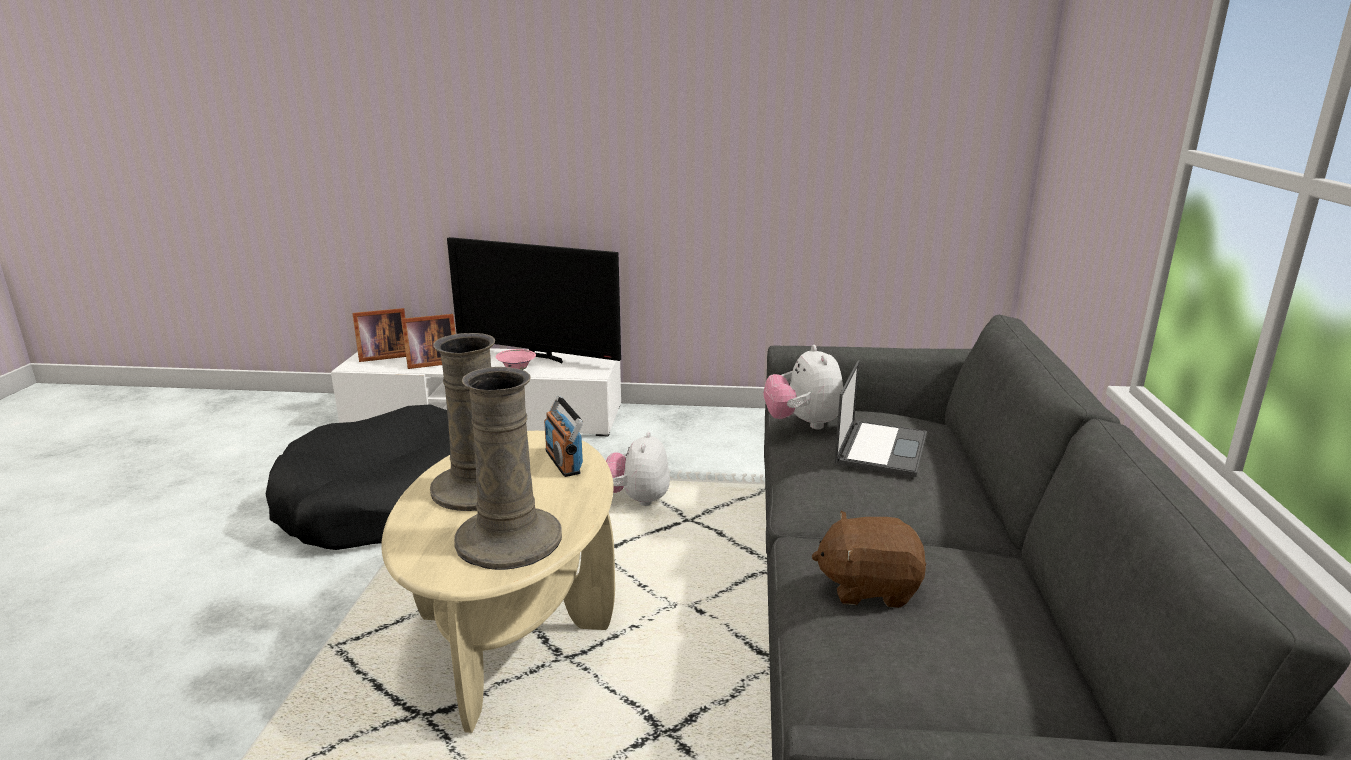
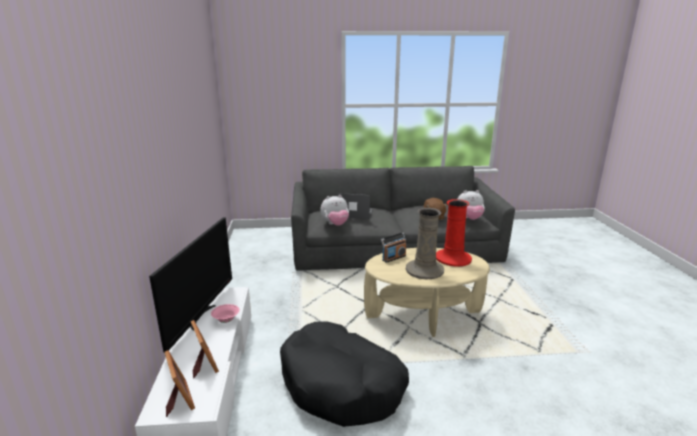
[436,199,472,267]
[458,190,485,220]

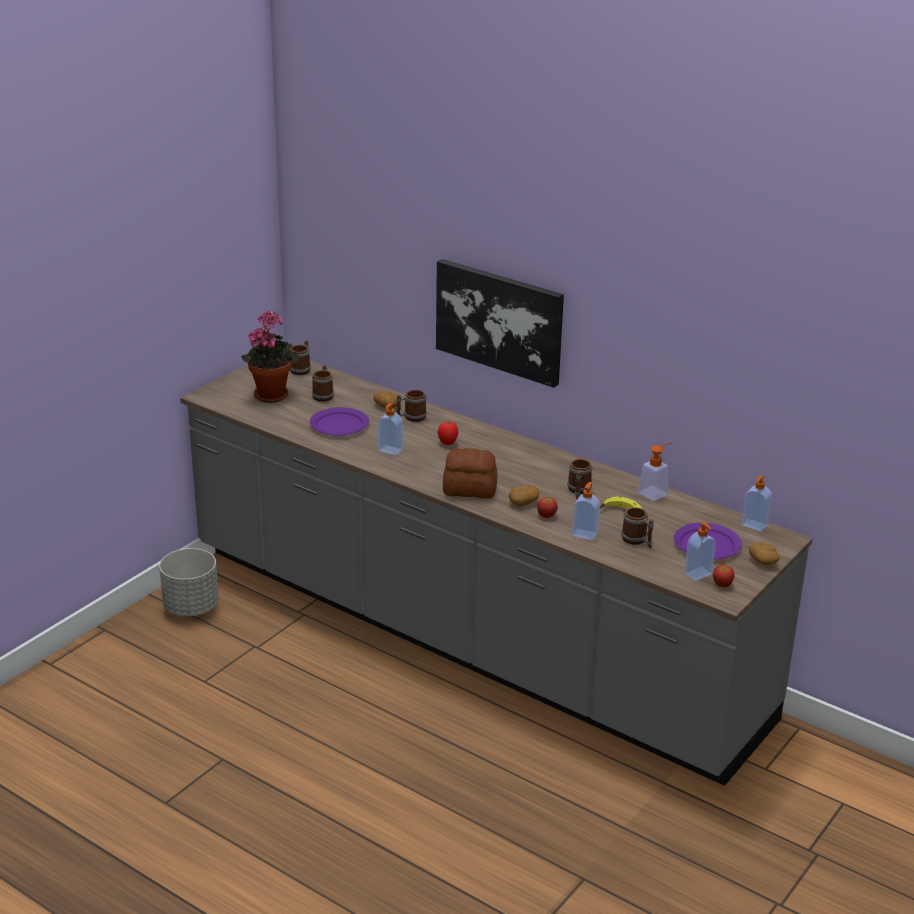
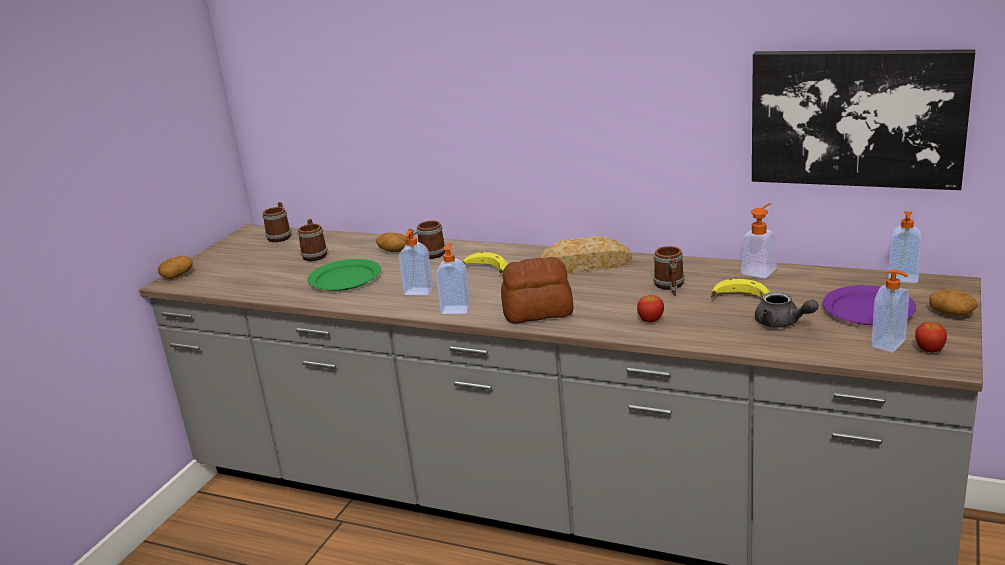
[752,49,975,190]
[241,310,299,403] (first image)
[308,259,381,291]
[463,252,509,273]
[436,244,470,314]
[158,256,193,279]
[755,292,819,328]
[159,548,219,616] (first image)
[539,236,632,274]

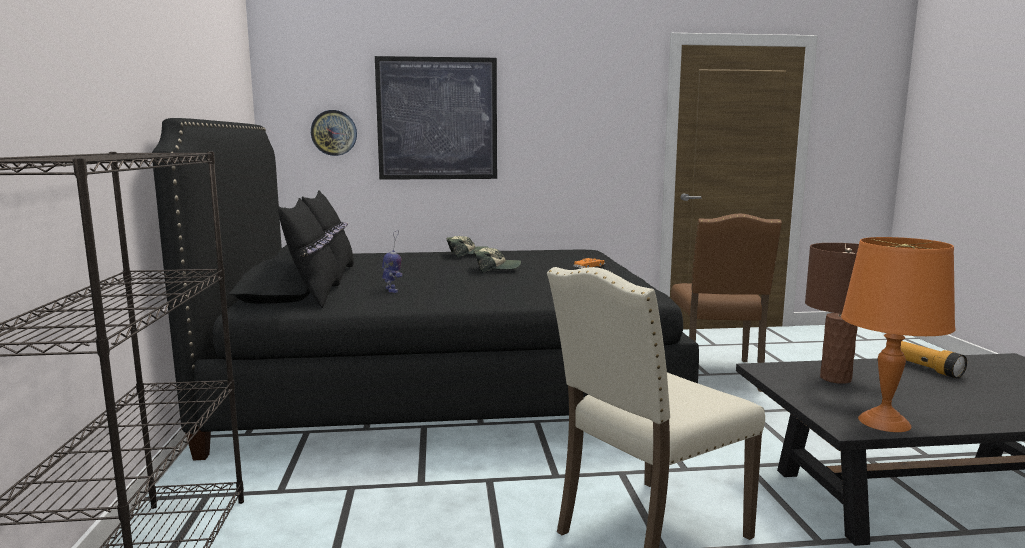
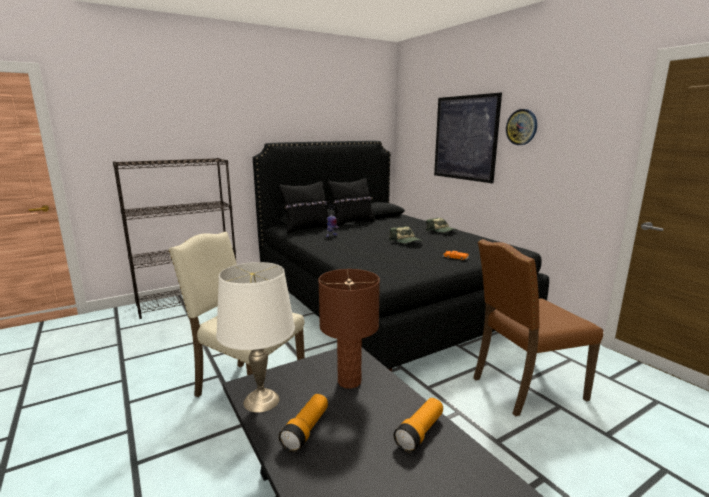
[506,109,537,145]
[216,262,295,413]
[279,394,328,452]

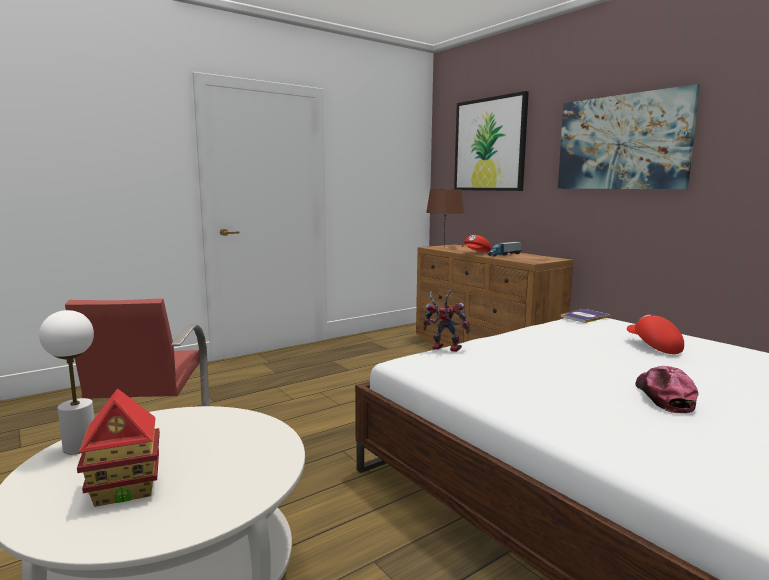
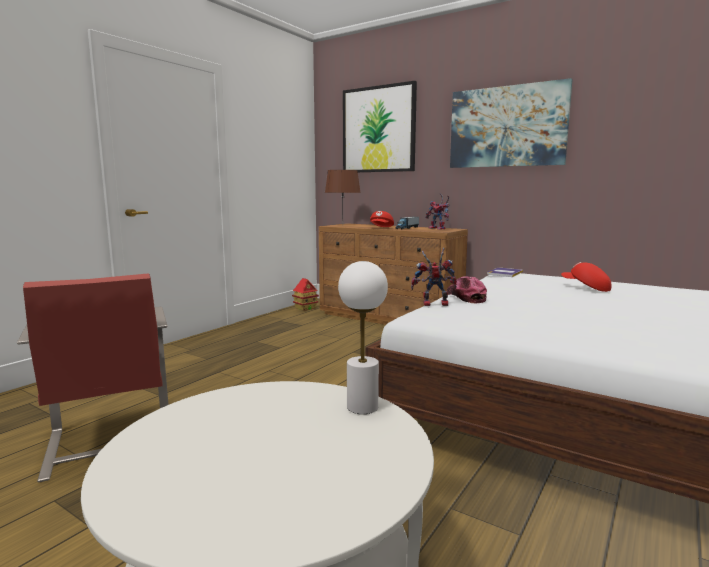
[338,261,388,414]
[447,276,487,303]
[292,278,319,311]
[426,193,450,230]

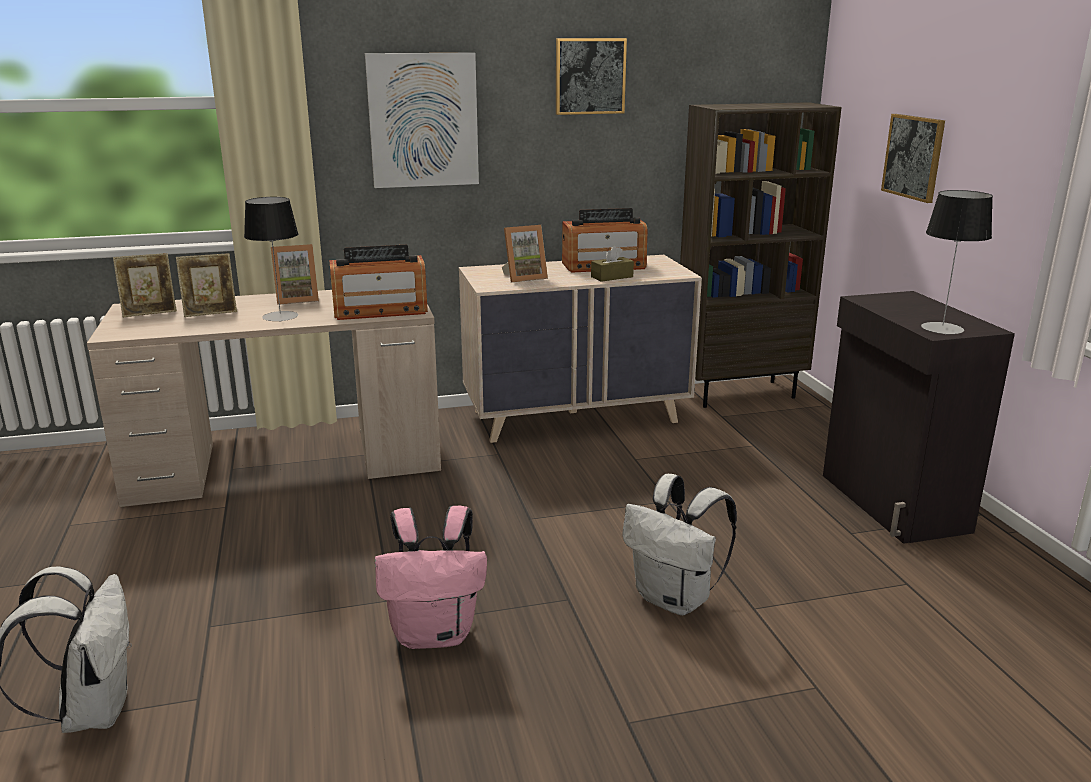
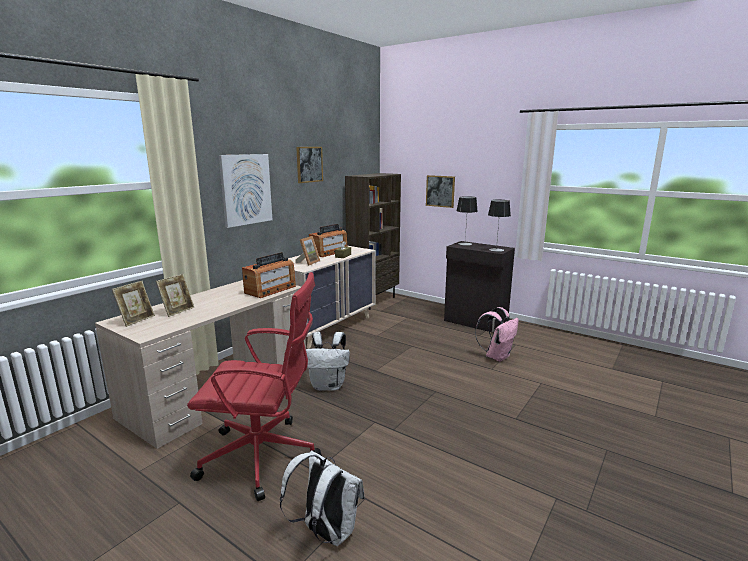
[457,196,478,245]
[271,244,319,305] (first image)
[306,332,350,391]
[475,307,519,362]
[187,272,322,501]

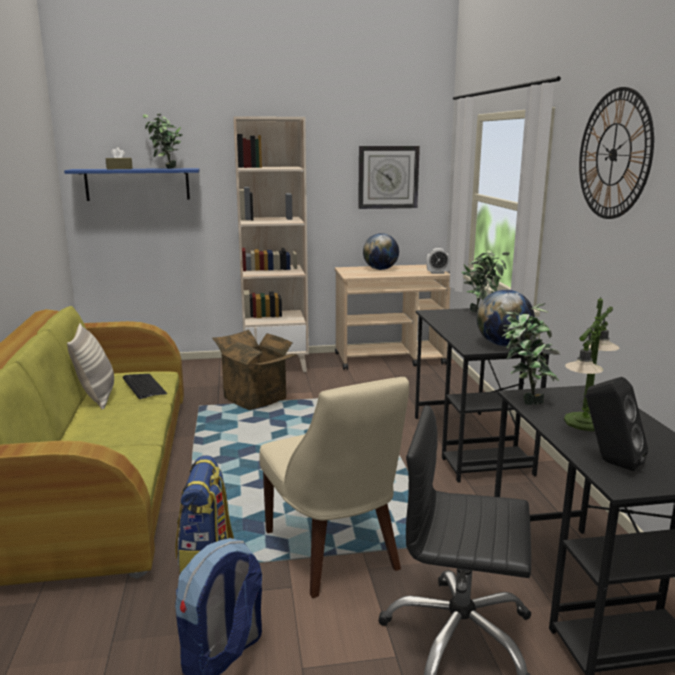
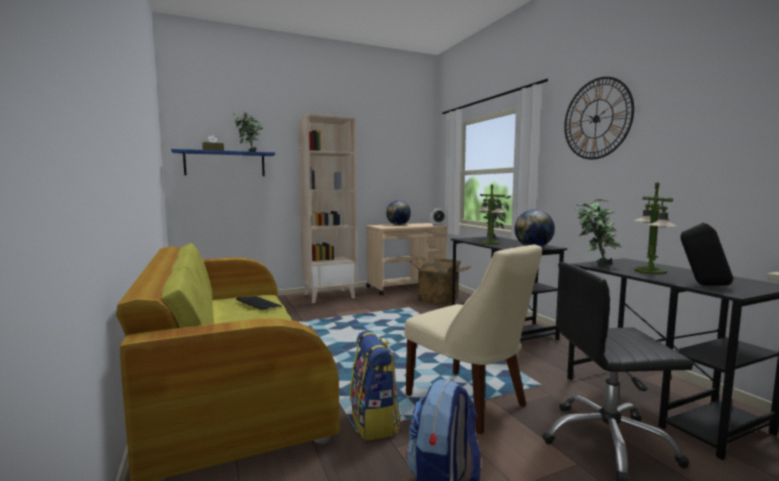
[358,146,420,209] (first image)
[67,324,114,409] (first image)
[409,257,471,305]
[478,185,506,245]

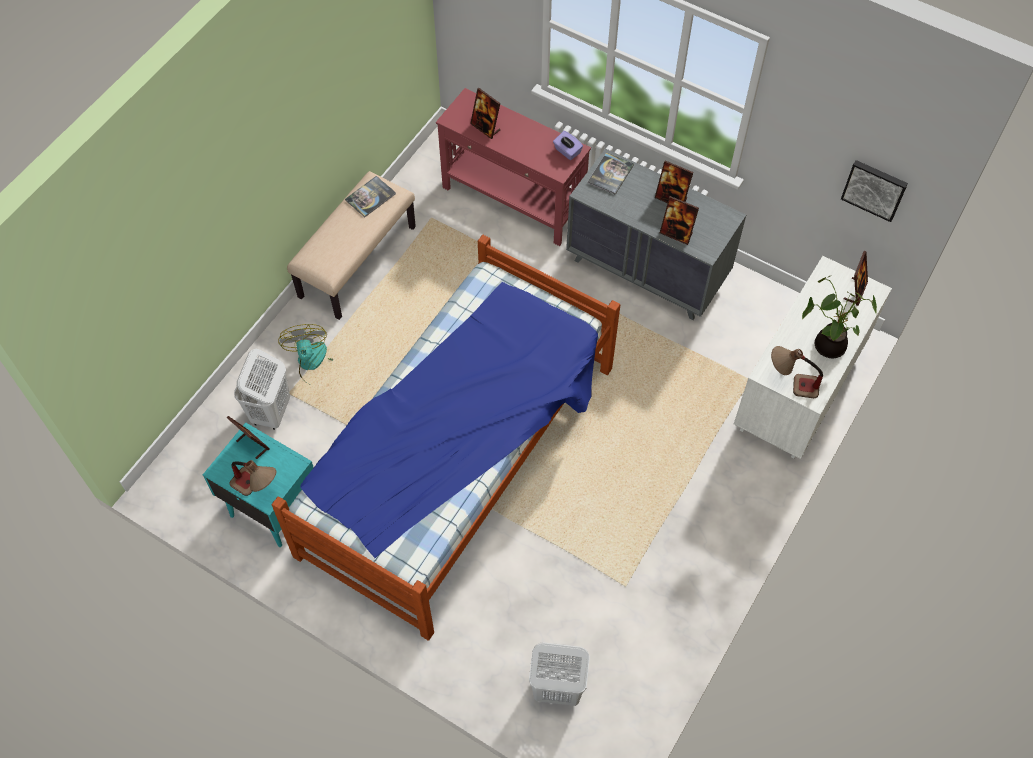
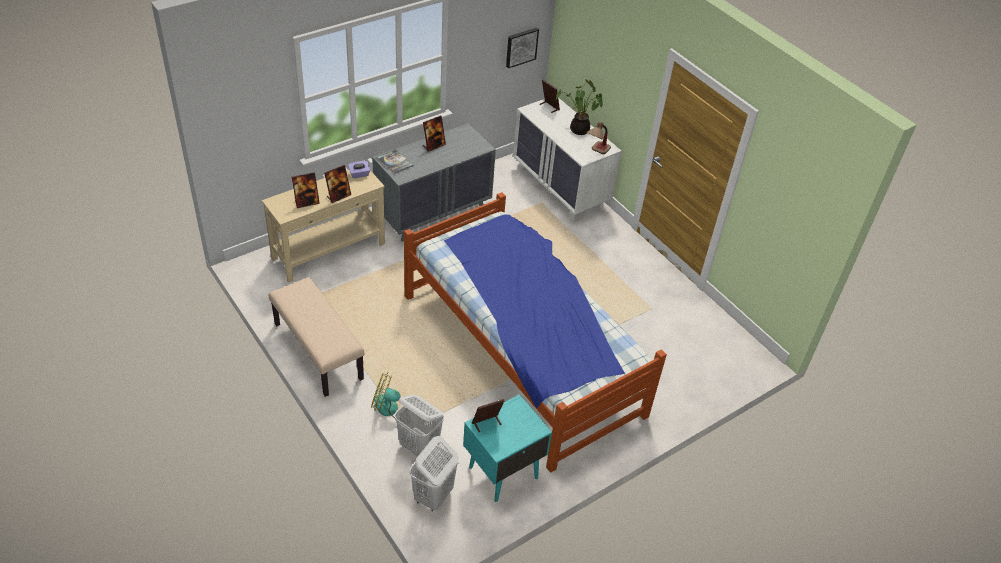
[262,170,385,283]
[345,176,396,217] (first image)
[324,165,351,203]
[230,460,276,496] (first image)
[410,436,459,512]

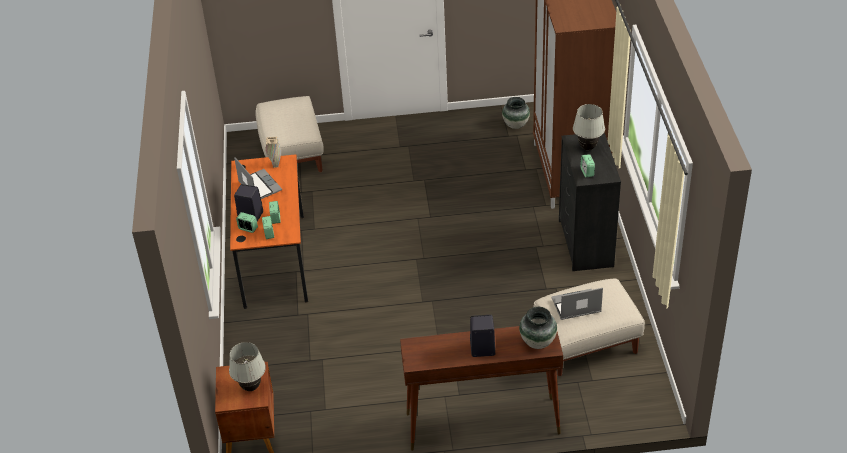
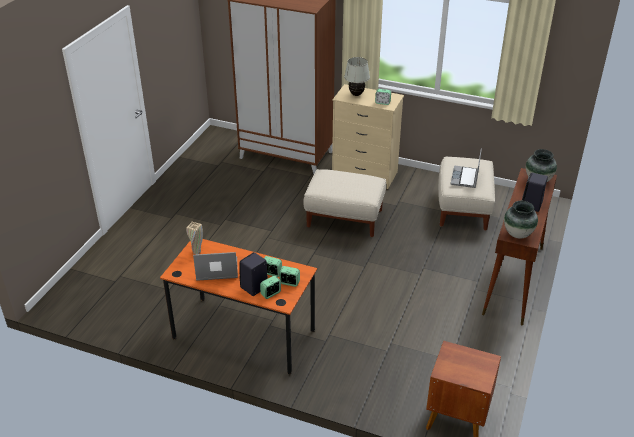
[303,169,386,237]
[504,201,538,239]
[332,84,404,189]
[229,342,266,391] (first image)

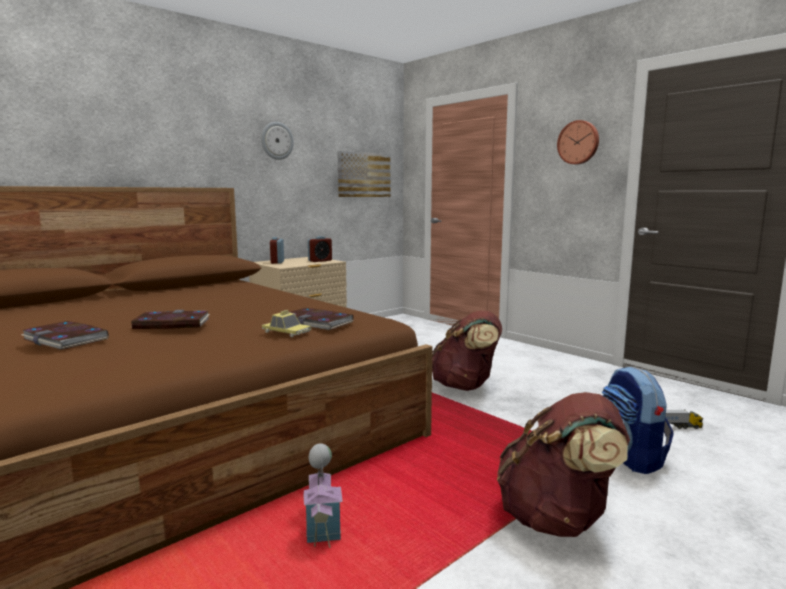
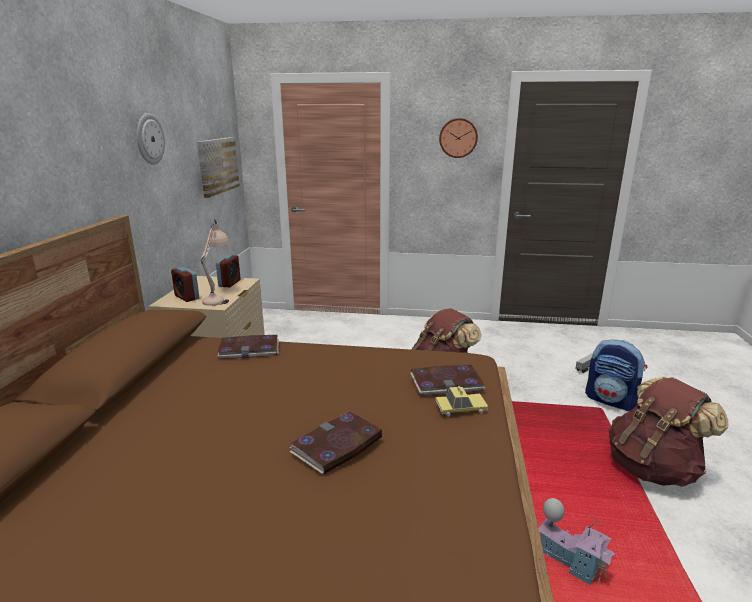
[217,335,279,359]
[201,219,230,306]

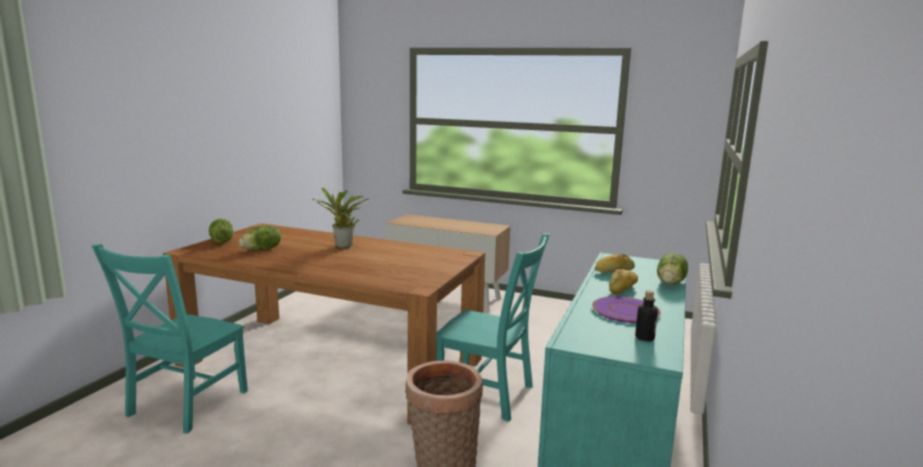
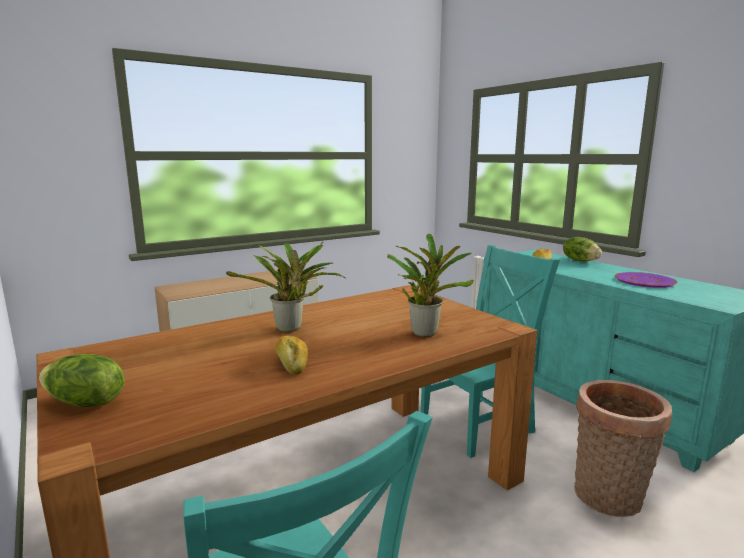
[239,226,281,250] (first image)
[275,336,308,375]
[635,291,658,341] (first image)
[387,234,474,337]

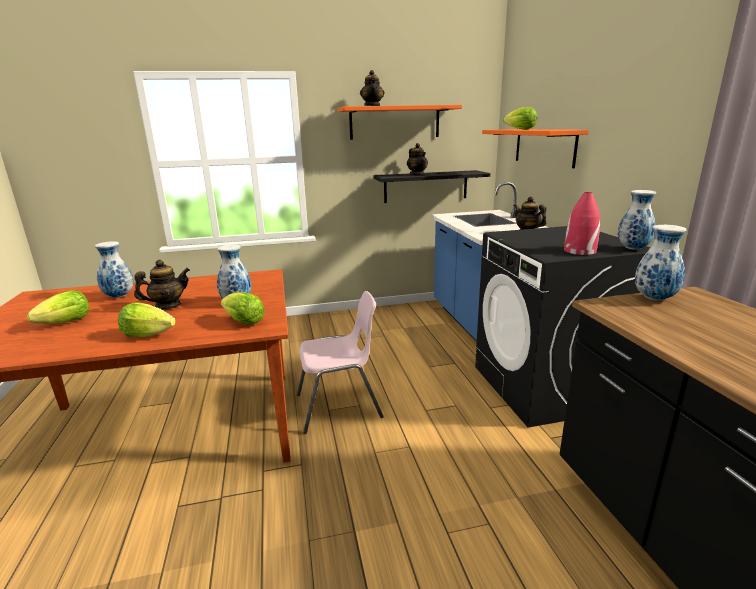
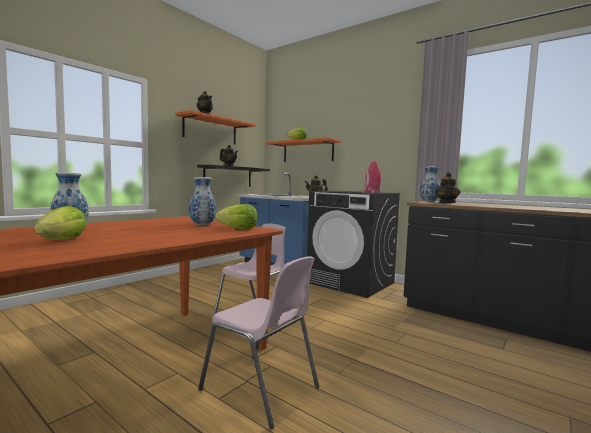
[618,190,656,250] (first image)
[435,172,460,203]
[118,302,176,337] (first image)
[198,256,319,429]

